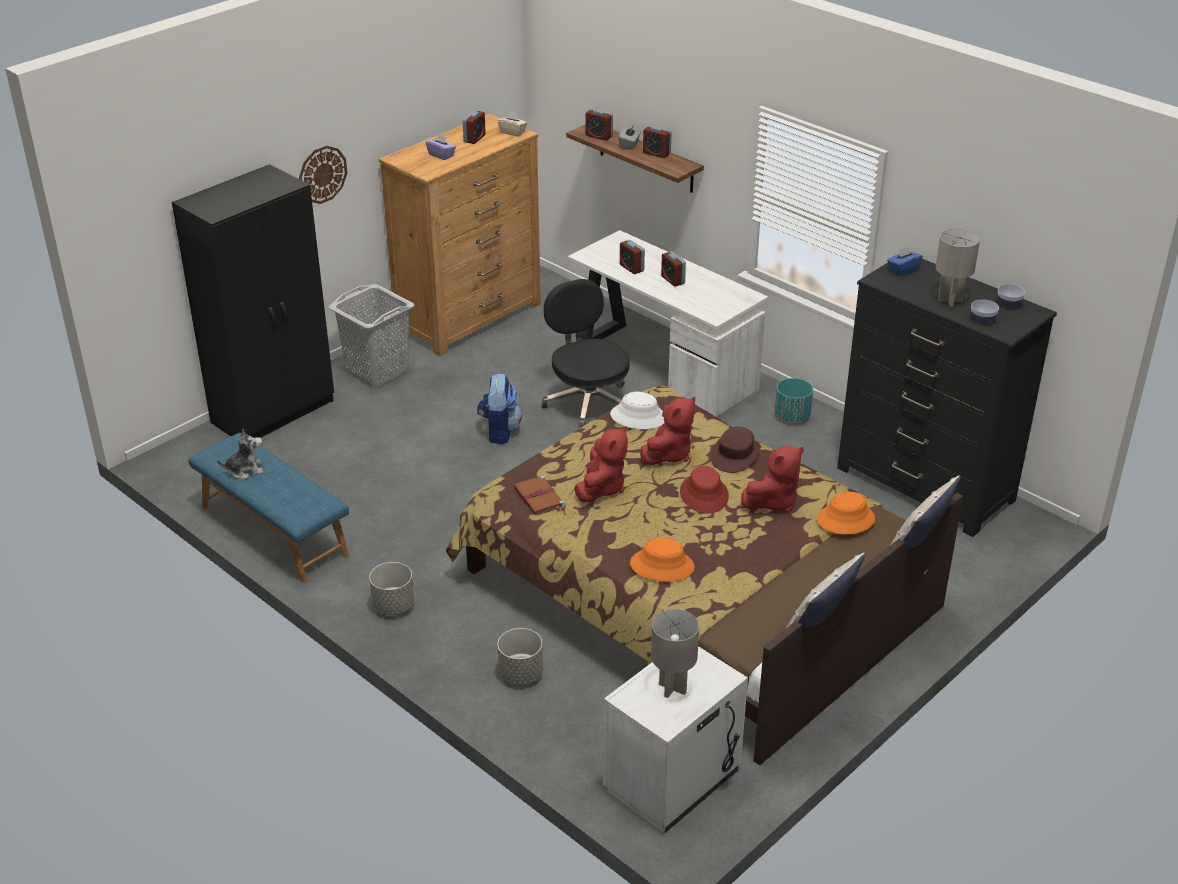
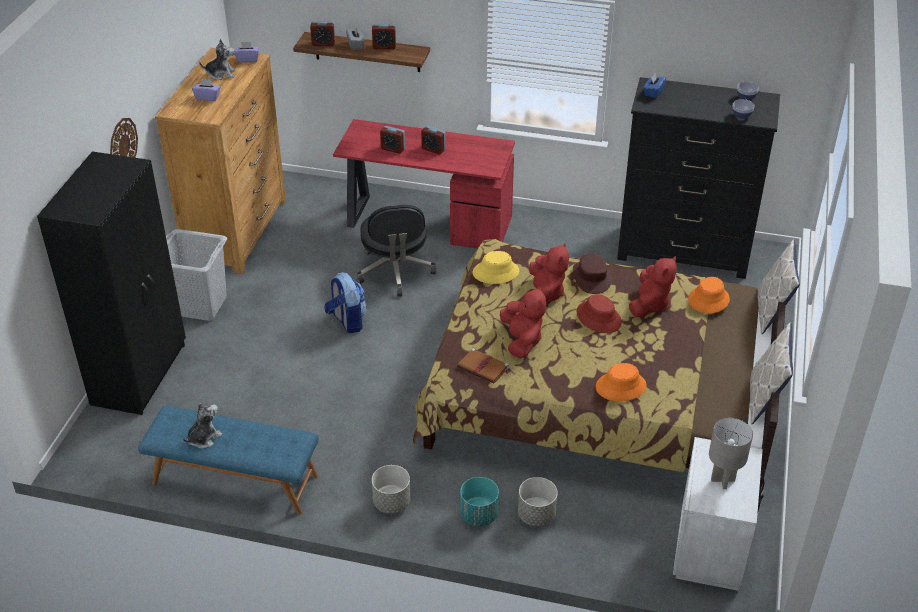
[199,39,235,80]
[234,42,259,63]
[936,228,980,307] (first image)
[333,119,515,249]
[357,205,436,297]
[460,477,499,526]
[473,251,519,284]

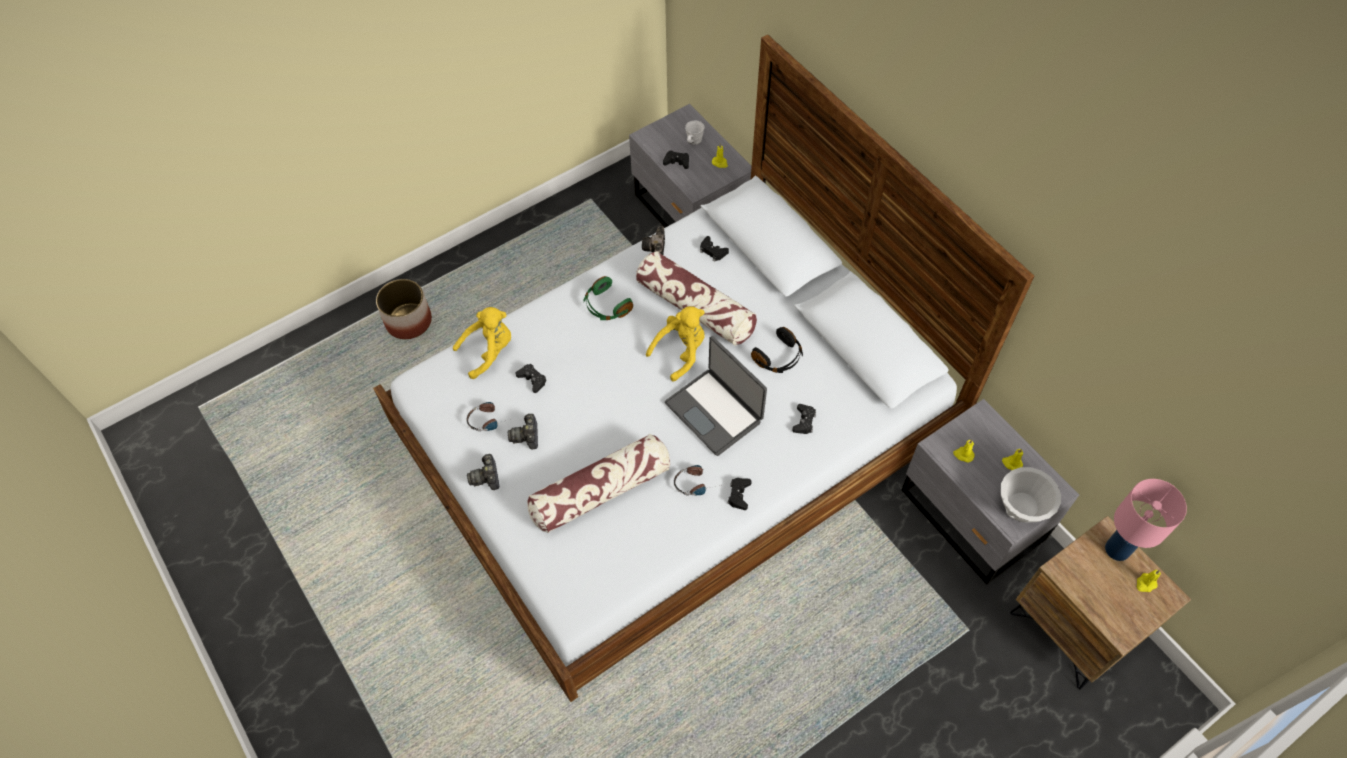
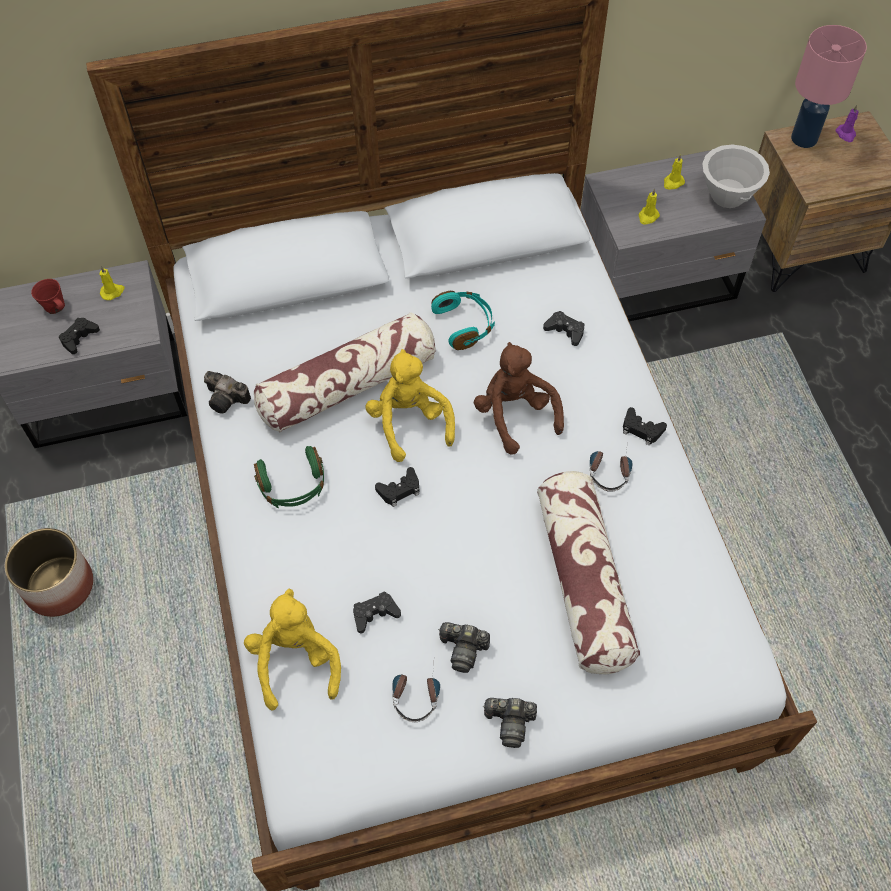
[31,279,65,314]
[375,467,419,507]
[5,528,93,617]
[431,291,495,350]
[474,342,564,455]
[836,105,859,142]

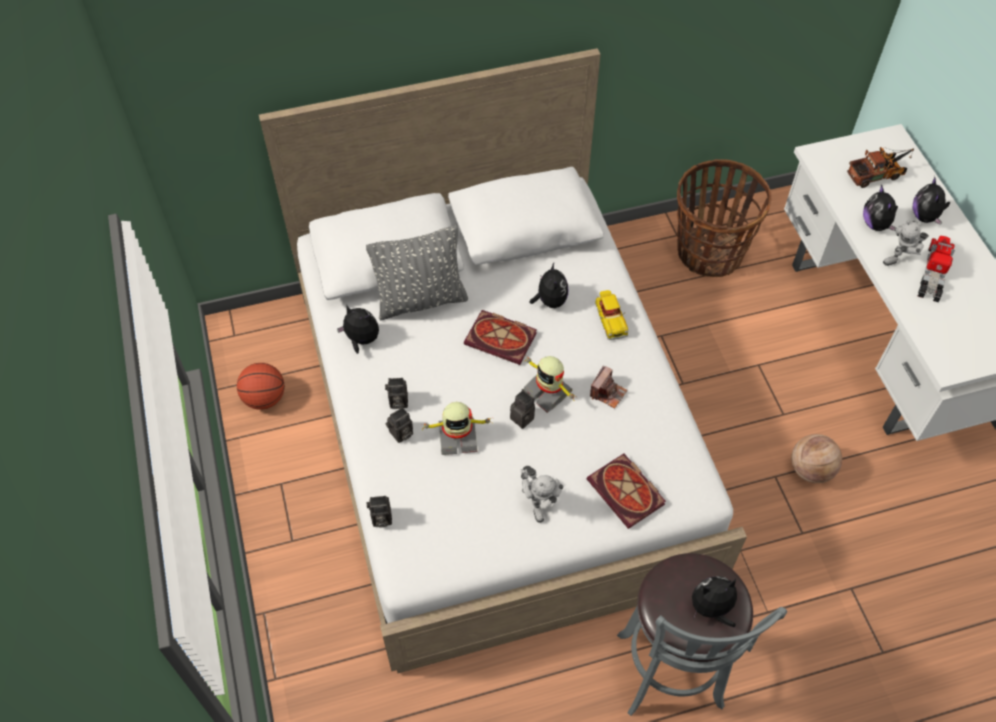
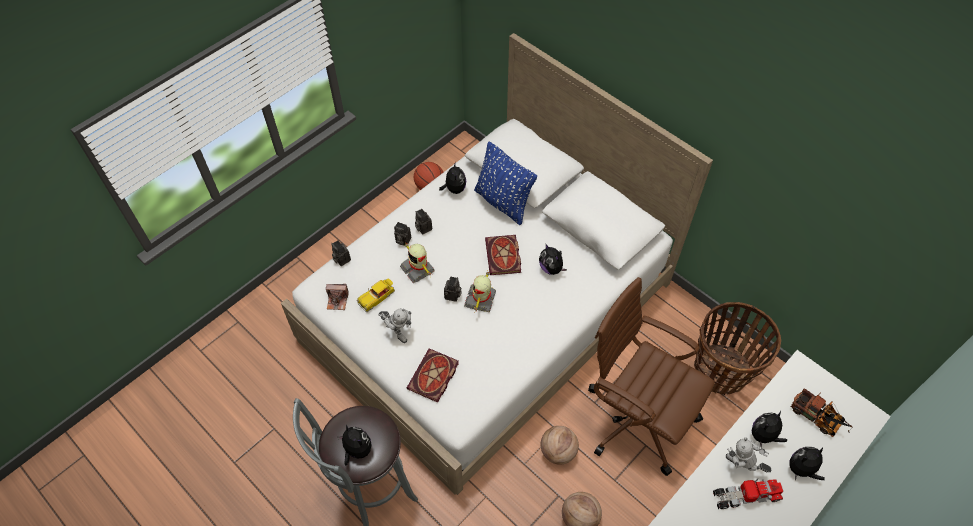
[474,141,537,225]
[539,244,567,275]
[357,279,395,312]
[326,284,349,310]
[379,309,411,343]
[588,277,715,476]
[541,426,579,465]

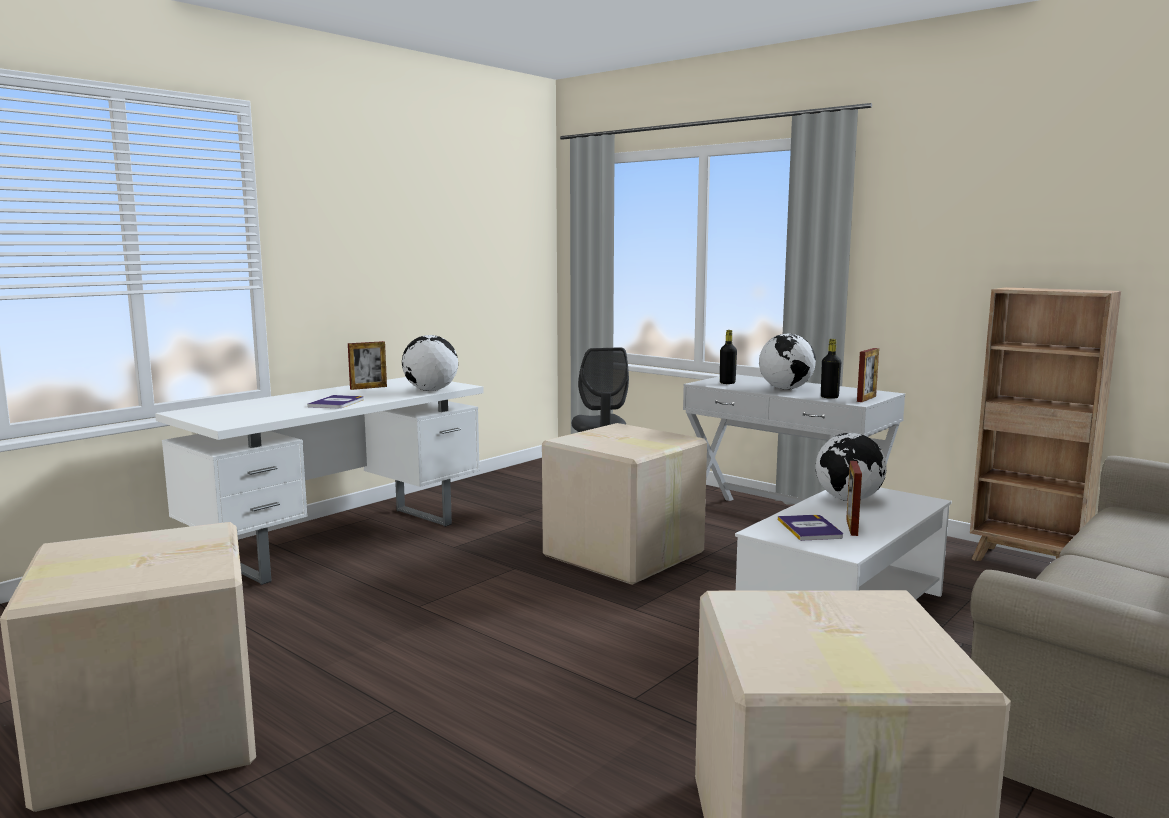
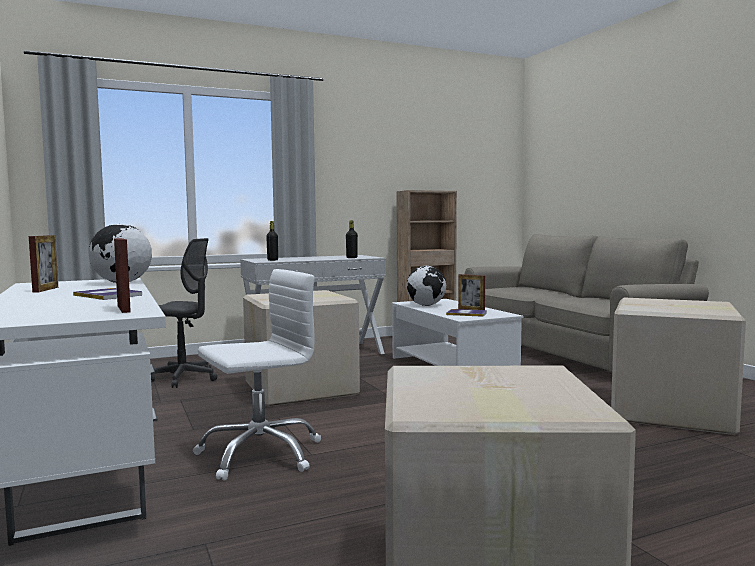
[759,334,816,390] (first image)
[114,238,131,313]
[193,269,321,481]

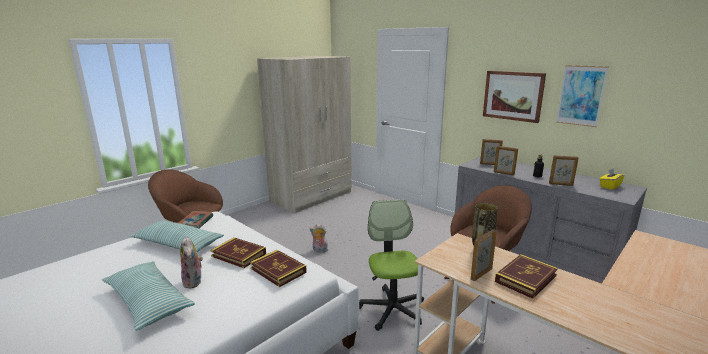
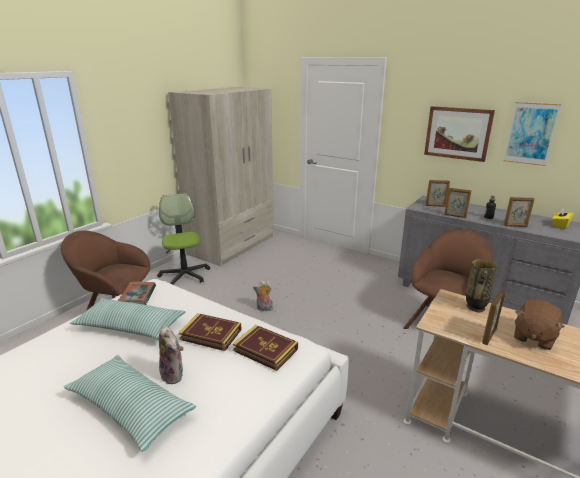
[157,193,210,285]
[514,300,565,350]

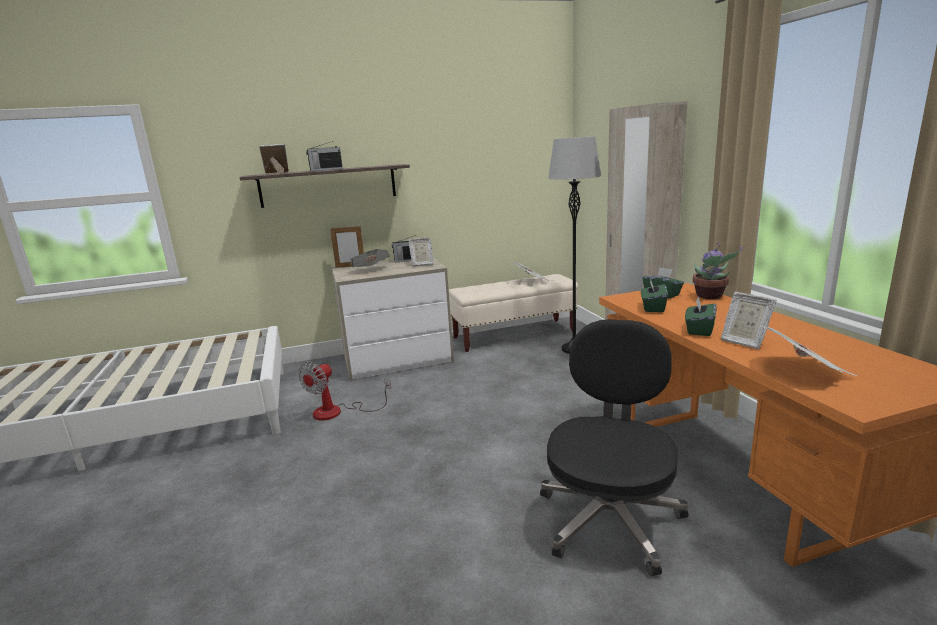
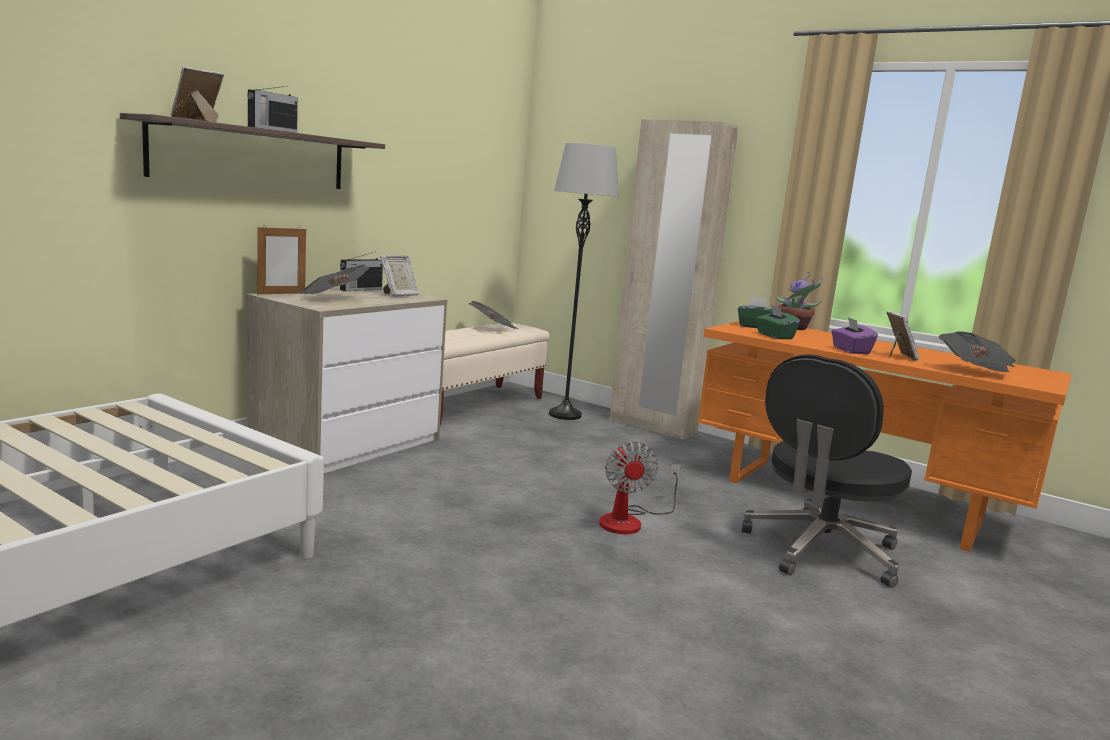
[887,311,920,361]
[831,317,878,354]
[741,354,912,588]
[599,441,681,534]

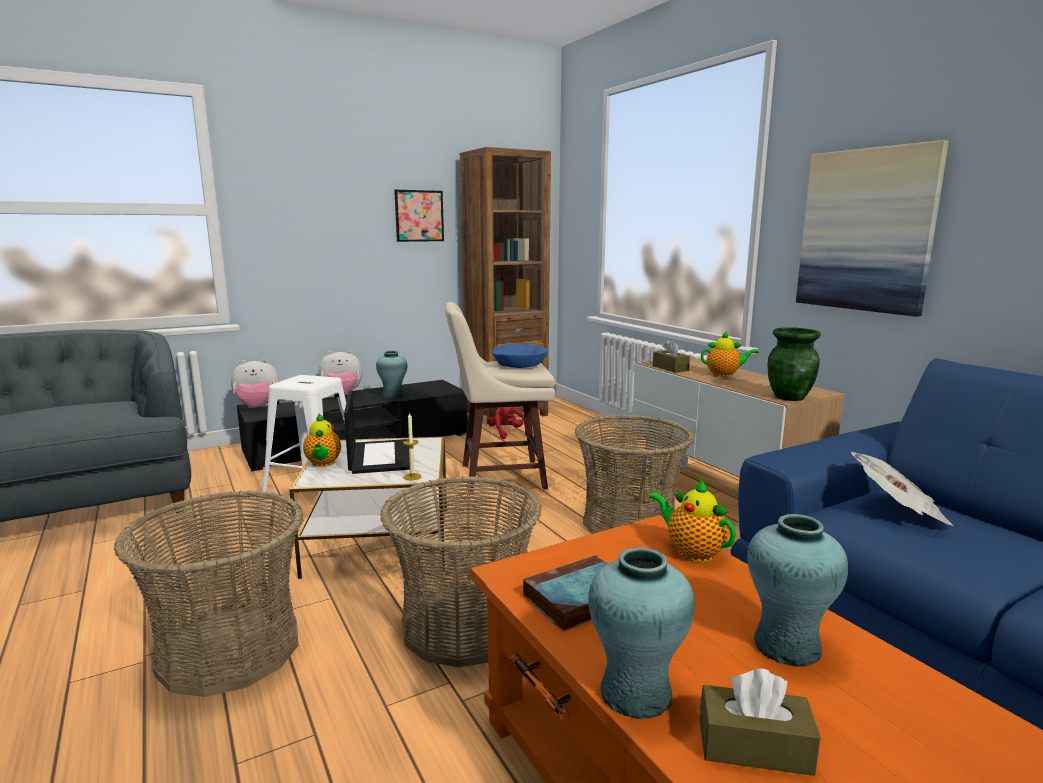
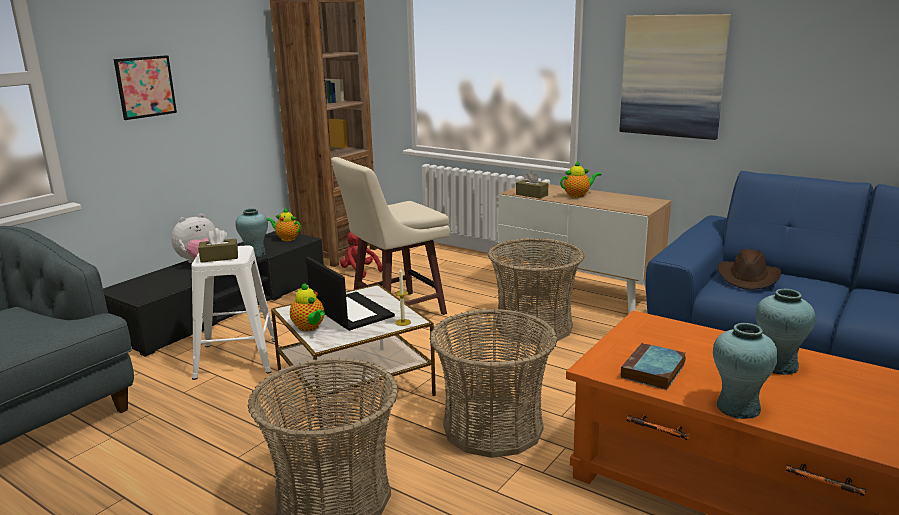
[114,55,177,120]
[768,327,821,401] (first image)
[492,344,548,368] (first image)
[231,359,280,408] (first image)
[718,249,782,290]
[267,208,301,241]
[198,228,238,263]

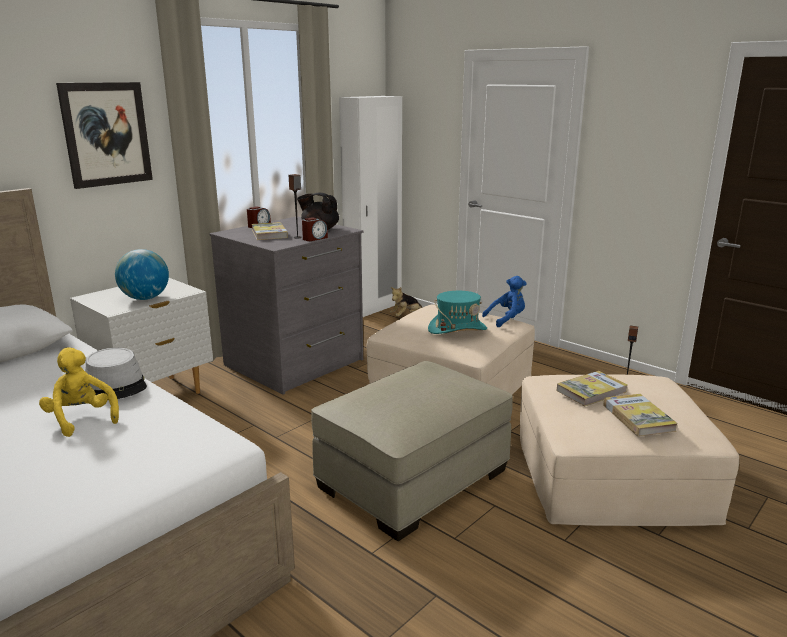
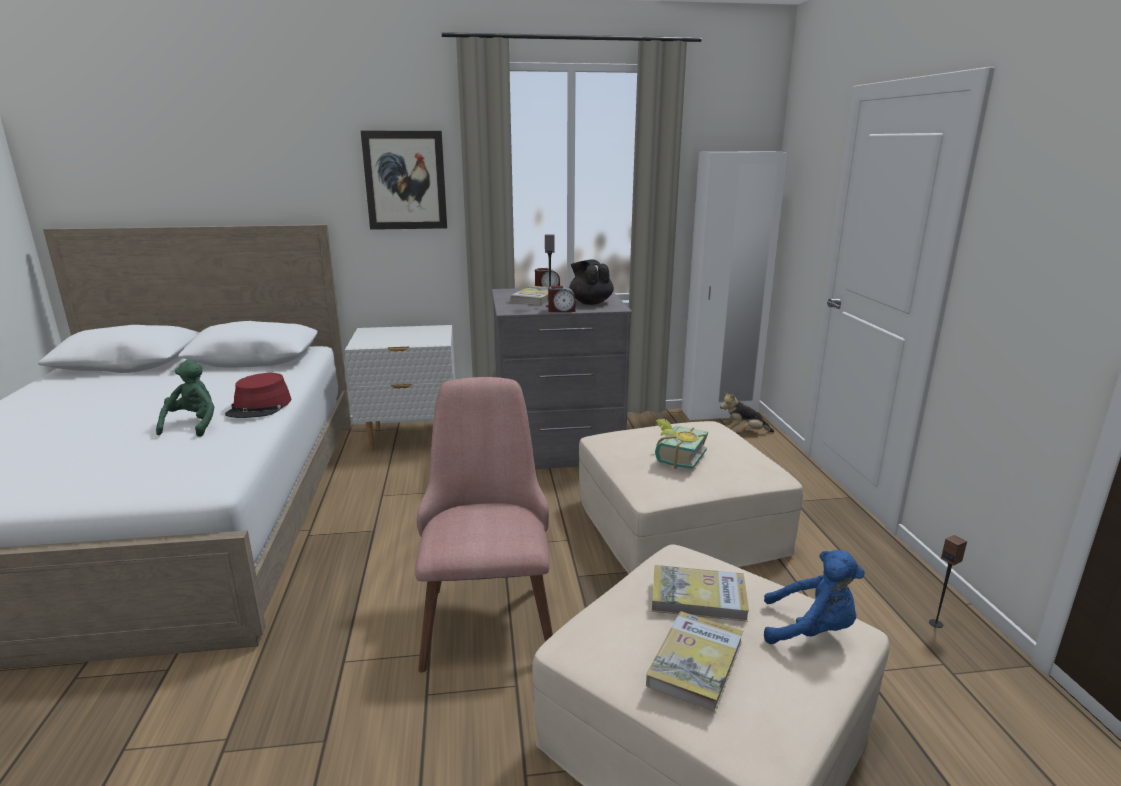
[115,249,169,300] (first image)
[764,550,865,644]
[655,419,708,469]
[156,360,215,437]
[225,373,291,418]
[415,377,553,672]

